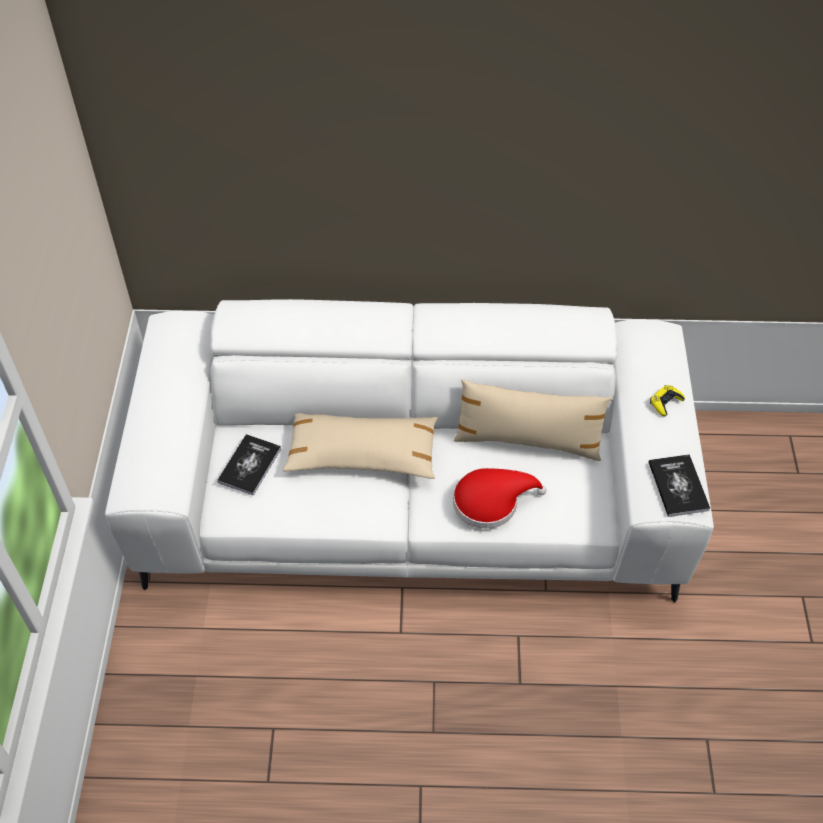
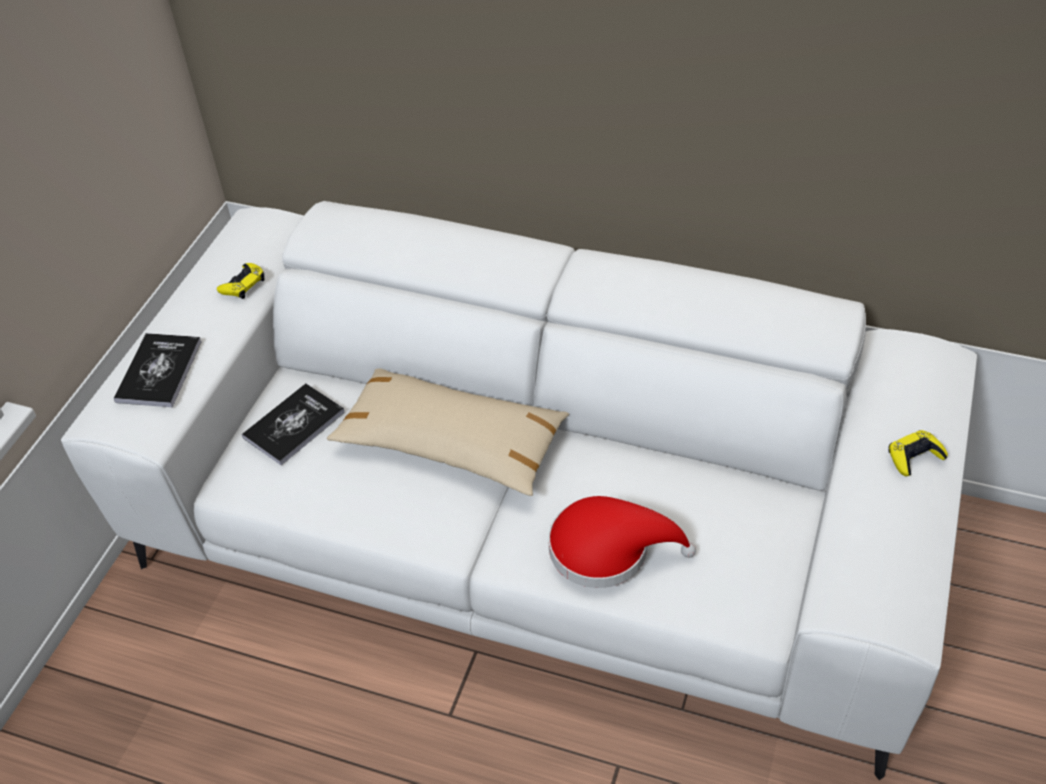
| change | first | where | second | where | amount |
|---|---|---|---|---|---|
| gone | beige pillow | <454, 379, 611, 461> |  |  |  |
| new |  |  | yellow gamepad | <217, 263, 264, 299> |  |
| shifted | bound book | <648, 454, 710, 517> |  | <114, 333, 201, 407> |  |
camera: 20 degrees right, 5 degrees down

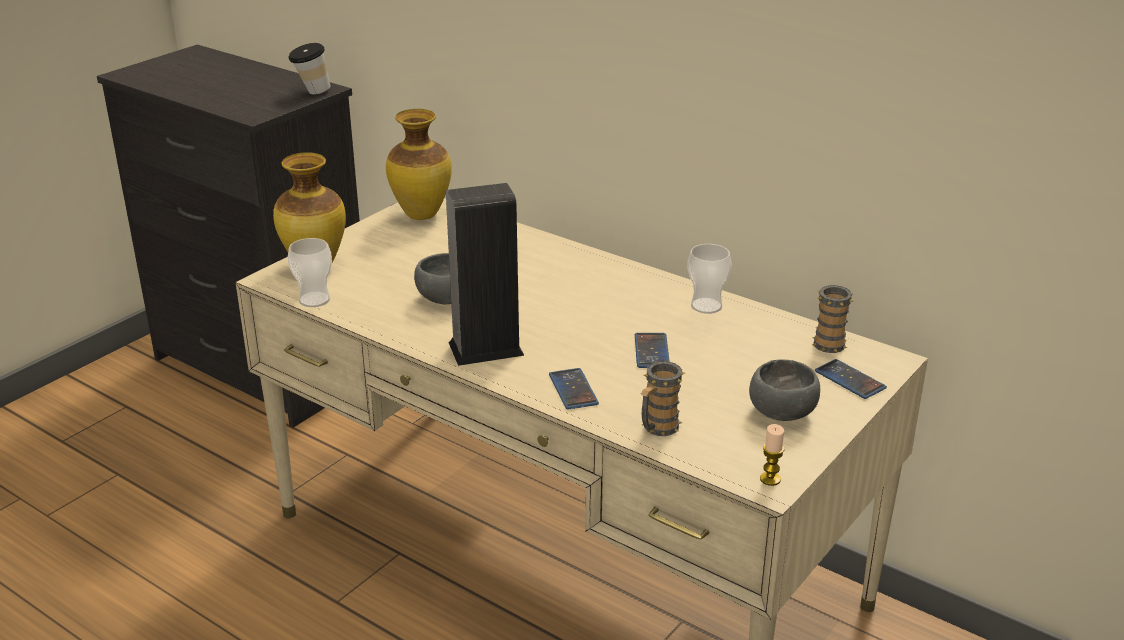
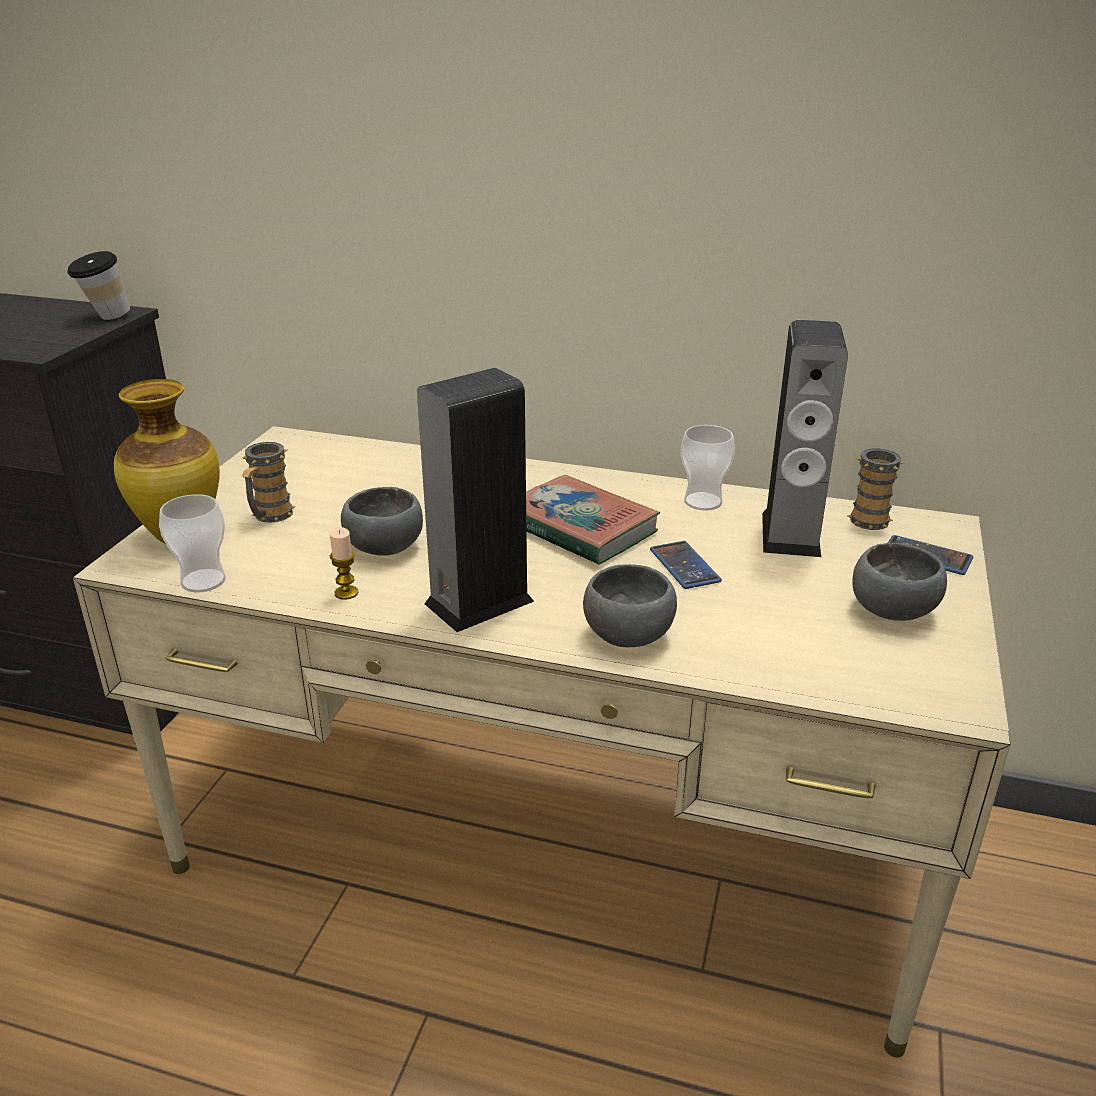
| change | first | where | second | where | amount |
|---|---|---|---|---|---|
| gone | decorative vase | <386, 109, 452, 220> |  |  |  |
| new |  |  | bound book | <526, 475, 660, 565> |  |
| new |  |  | loudspeaker | <762, 320, 848, 557> |  |
| shifted | tea mug | <641, 361, 685, 436> |  | <241, 442, 296, 523> |  |
| shifted | candle | <760, 424, 784, 486> |  | <329, 527, 358, 600> |  |
| swapped | handset | <549, 368, 599, 410> | grey serving bowl | <583, 564, 677, 647> |  |
camera: 20 degrees left, 0 degrees up

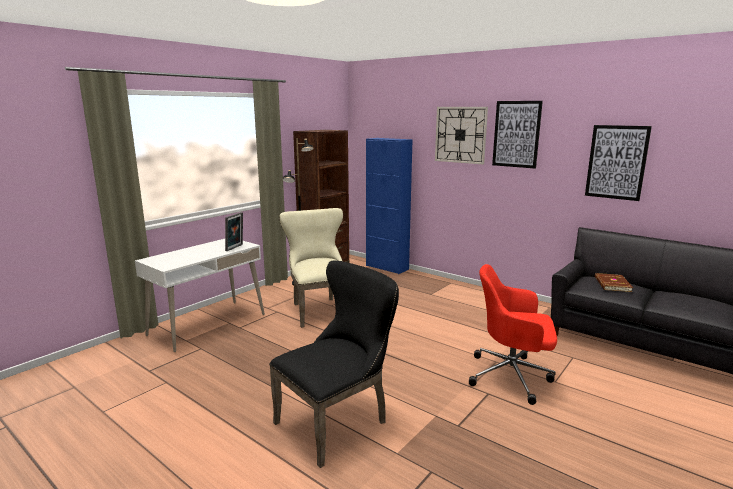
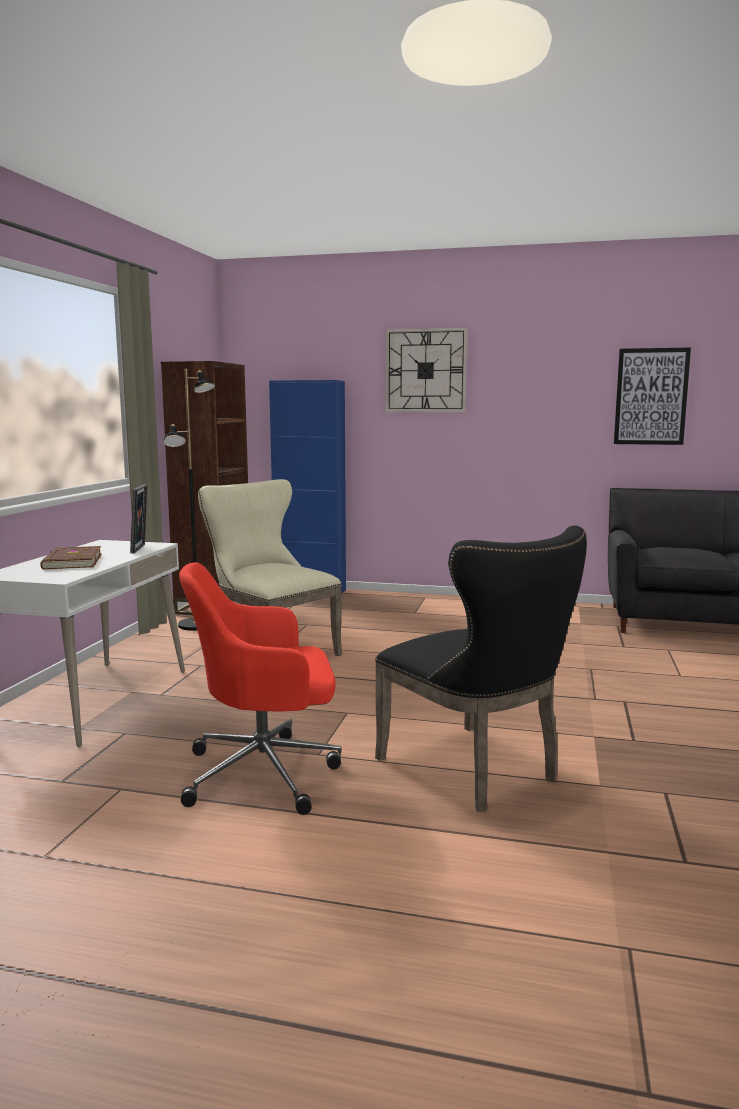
| change | first | where | second | where | amount |
|---|---|---|---|---|---|
| gone | wall picture | <492, 101, 543, 169> |  |  |  |
| shifted | red-coloured office chair | <469, 264, 557, 405> |  | <179, 562, 342, 815> |  |
| shifted | brownish bound book | <595, 273, 633, 292> |  | <40, 546, 102, 569> |  |
| rotated | black-coloured chair | <269, 260, 399, 468> |  | <375, 525, 587, 811> | 120 degrees clockwise |
camera: 25 degrees left, 5 degrees down

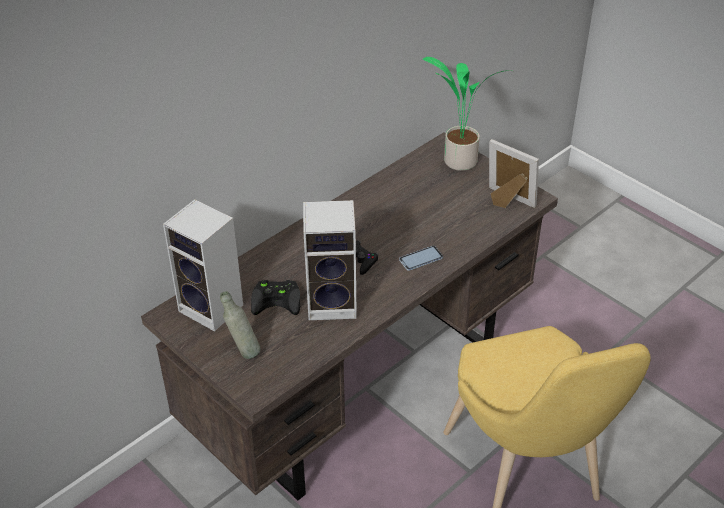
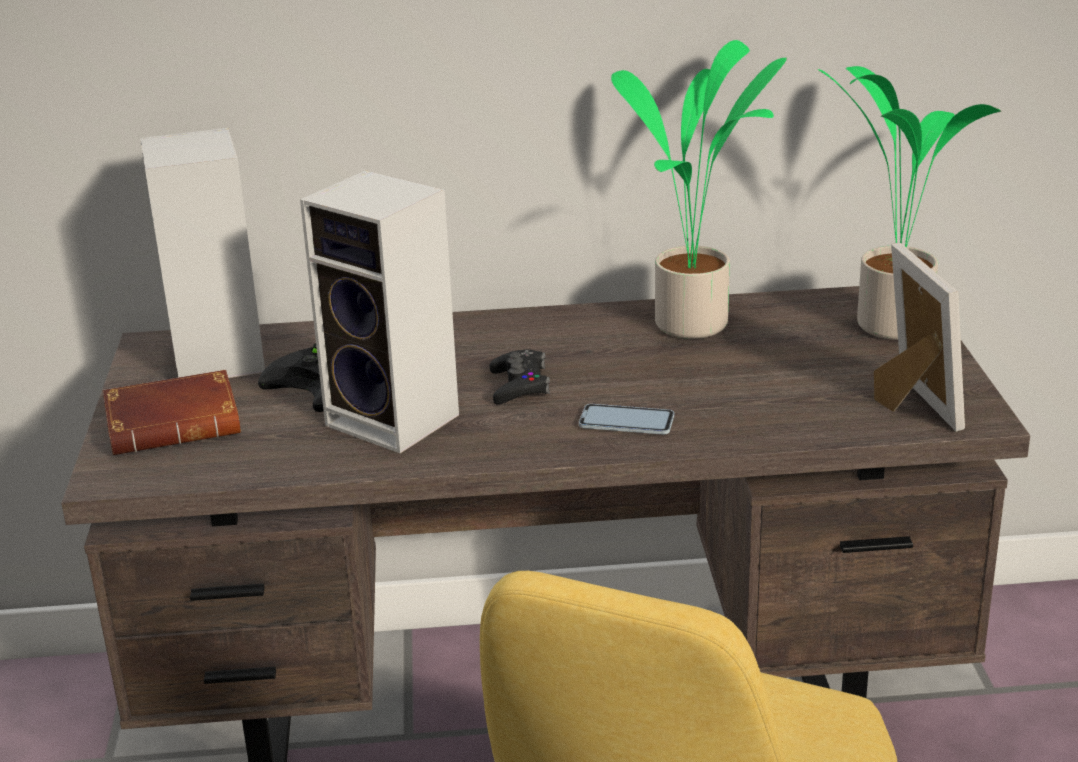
| change | first | where | second | where | amount |
|---|---|---|---|---|---|
| new |  |  | plant in a pot | <611, 40, 787, 339> |  |
| swapped | grey bottle | <220, 291, 260, 359> | brownish bound book | <103, 370, 241, 455> |  |
camera: 40 degrees right, 15 degrees down

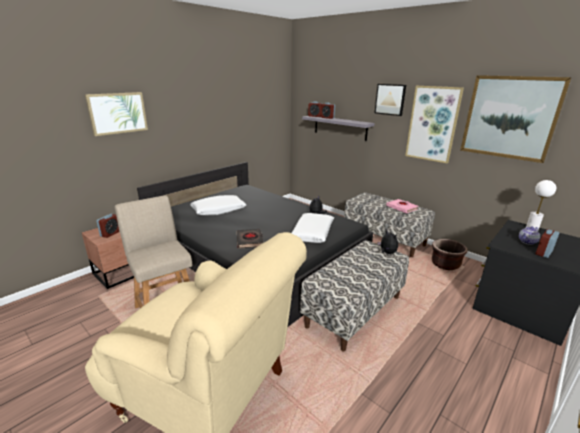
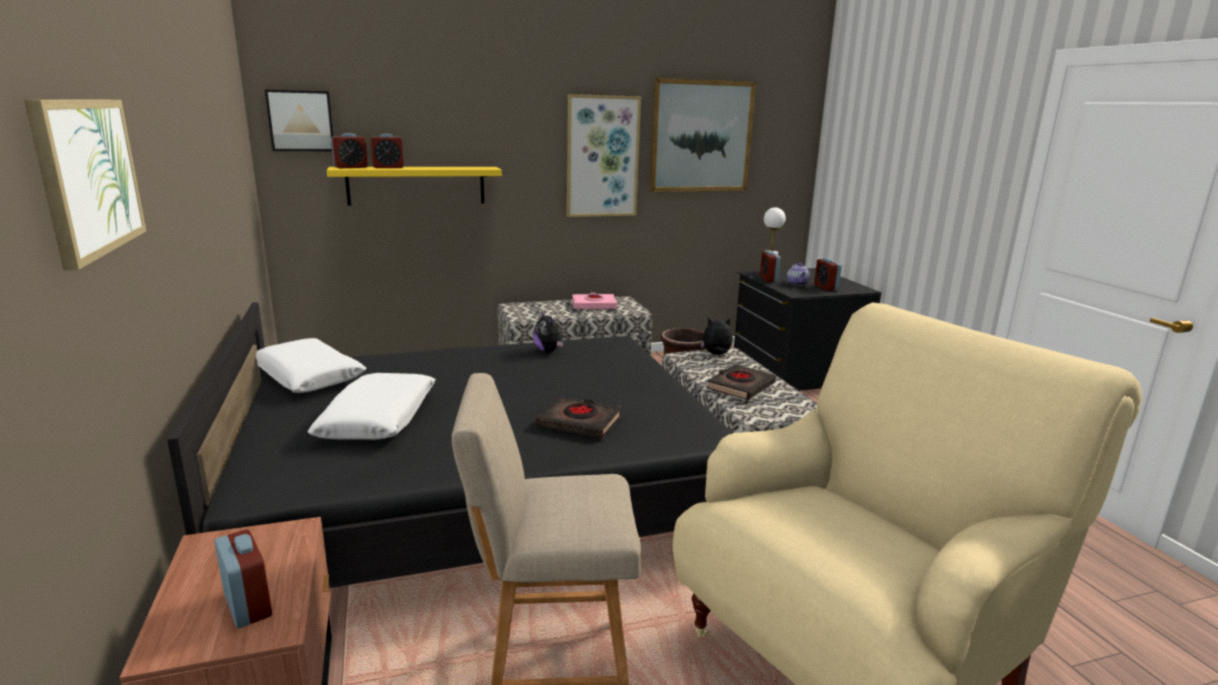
| change | first | where | second | where | amount |
|---|---|---|---|---|---|
| new |  |  | black-coloured bound book | <707, 364, 776, 400> |  |
| new |  |  | table clock | <760, 251, 781, 282> |  |
| shifted | whitish pillow | <291, 213, 334, 243> |  | <256, 338, 366, 393> |  |
| shifted | wall picture | <375, 84, 406, 116> |  | <265, 90, 334, 151> |  |
| repainted | grey wall shelf | <302, 116, 375, 141> | yellow wall shelf | <327, 167, 502, 206> |  |
camera: 60 degrees left, 5 degrees down

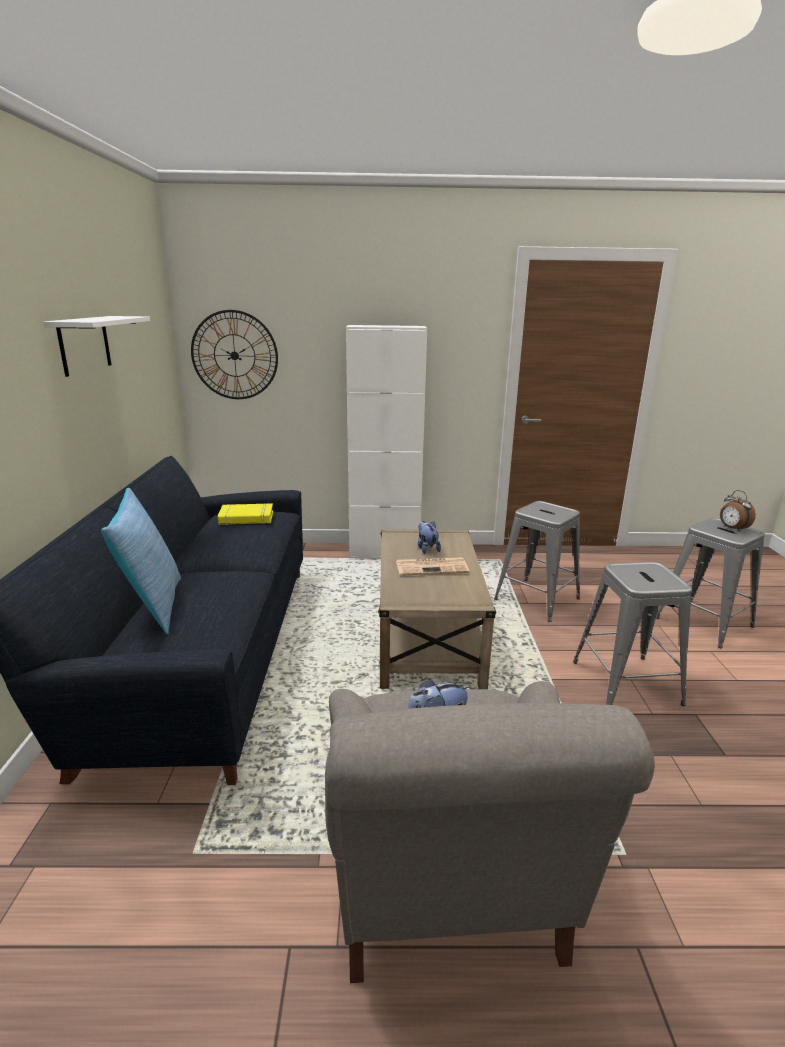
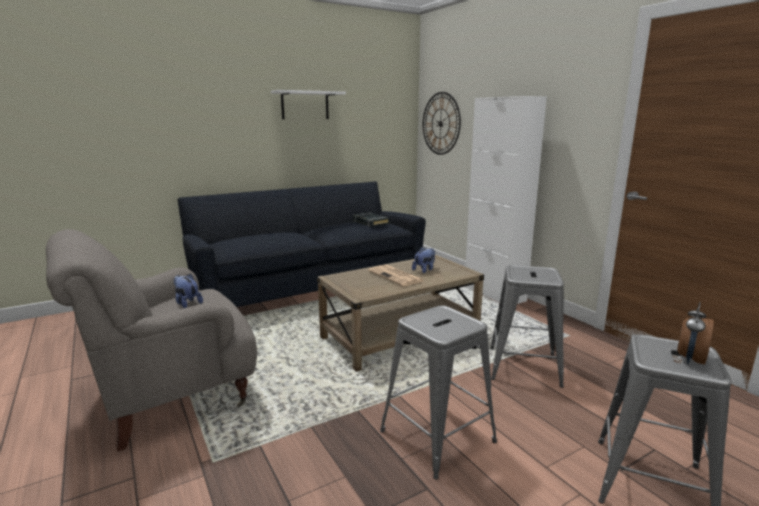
| change | first | where | second | where | amount |
|---|---|---|---|---|---|
| gone | pillow | <101, 488, 181, 634> |  |  |  |
| repainted | yellow bound book | <218, 503, 273, 525> | black-coloured bound book | <353, 212, 389, 227> |  |
camera: 60 degrees right, 5 degrees down

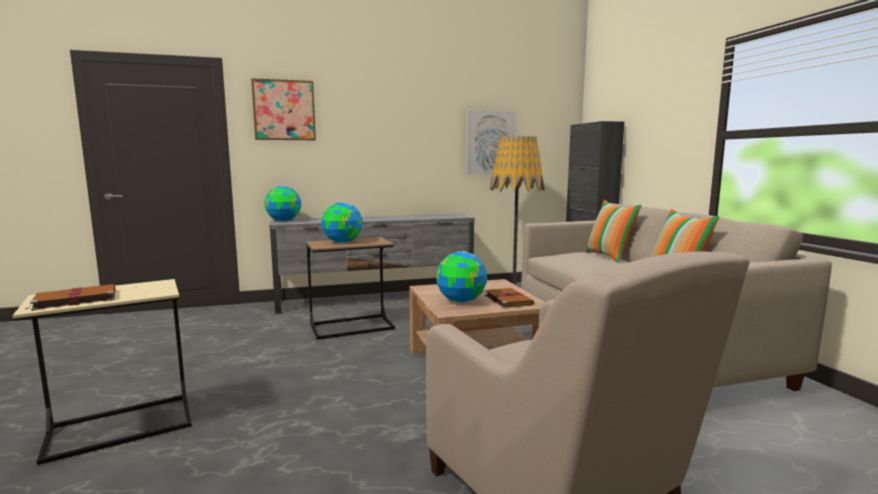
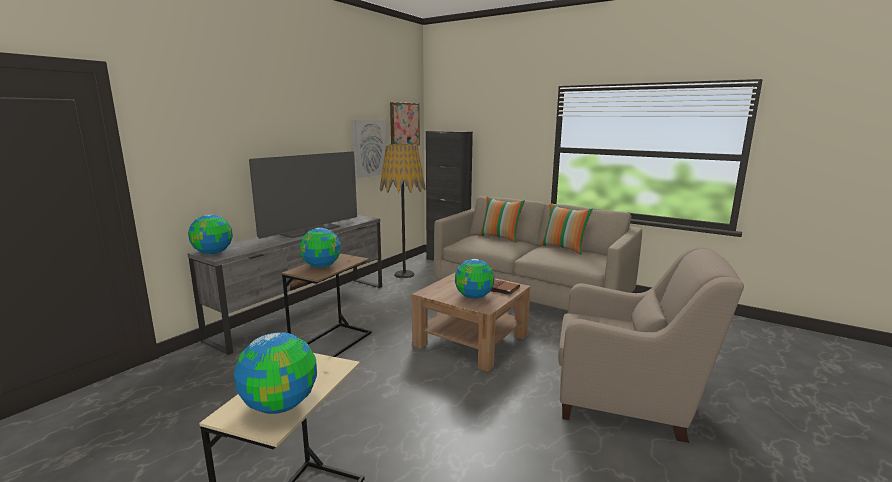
| change | first | where | second | where | amount |
|---|---|---|---|---|---|
| new |  |  | television | <249, 151, 357, 239> |  |
| shifted | wall picture | <251, 78, 316, 140> |  | <390, 102, 420, 146> |  |
| swapped | brownish bound book | <26, 284, 116, 311> | globe | <234, 332, 317, 414> |  |
camera: 40 degrees left, 5 degrees up

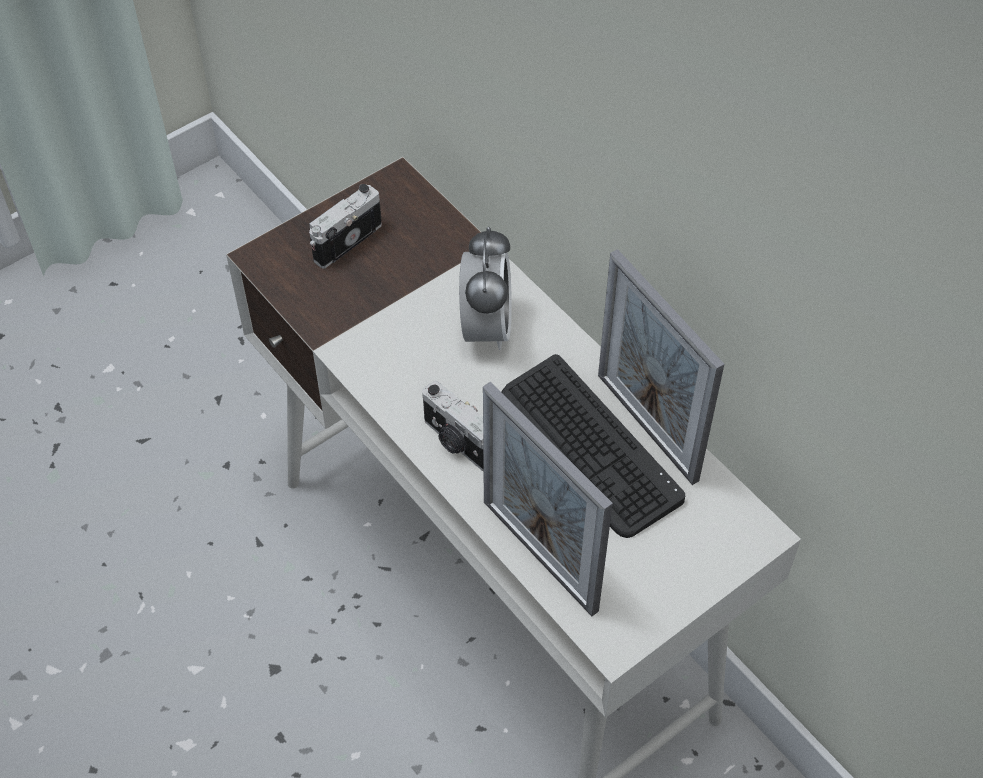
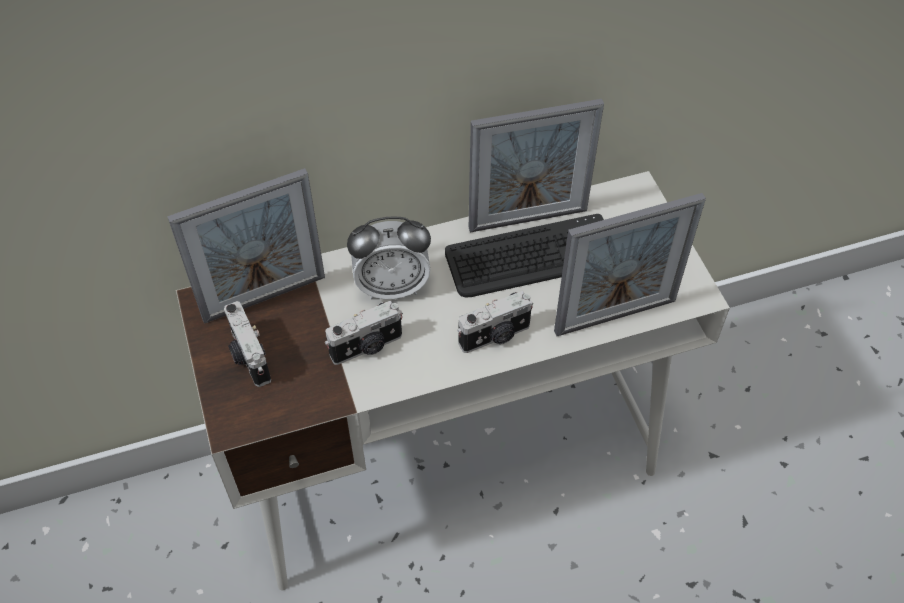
| change | first | where | second | where | amount |
|---|---|---|---|---|---|
| new |  |  | photo frame | <167, 168, 325, 324> |  |
| new |  |  | photo camera | <325, 301, 403, 365> |  |
| rotated | table clock | <459, 226, 512, 350> |  | <347, 217, 431, 299> | 150 degrees clockwise |
camera: 70 degrees left, 0 degrees up

